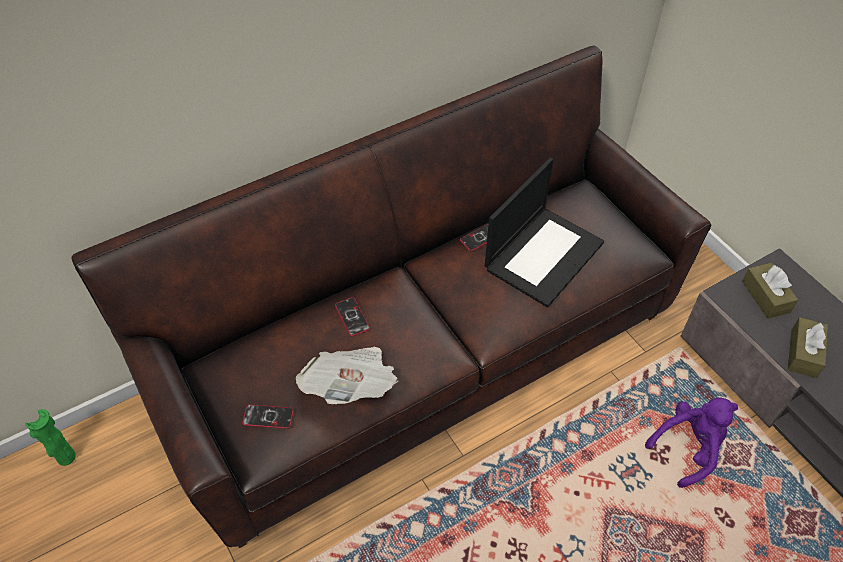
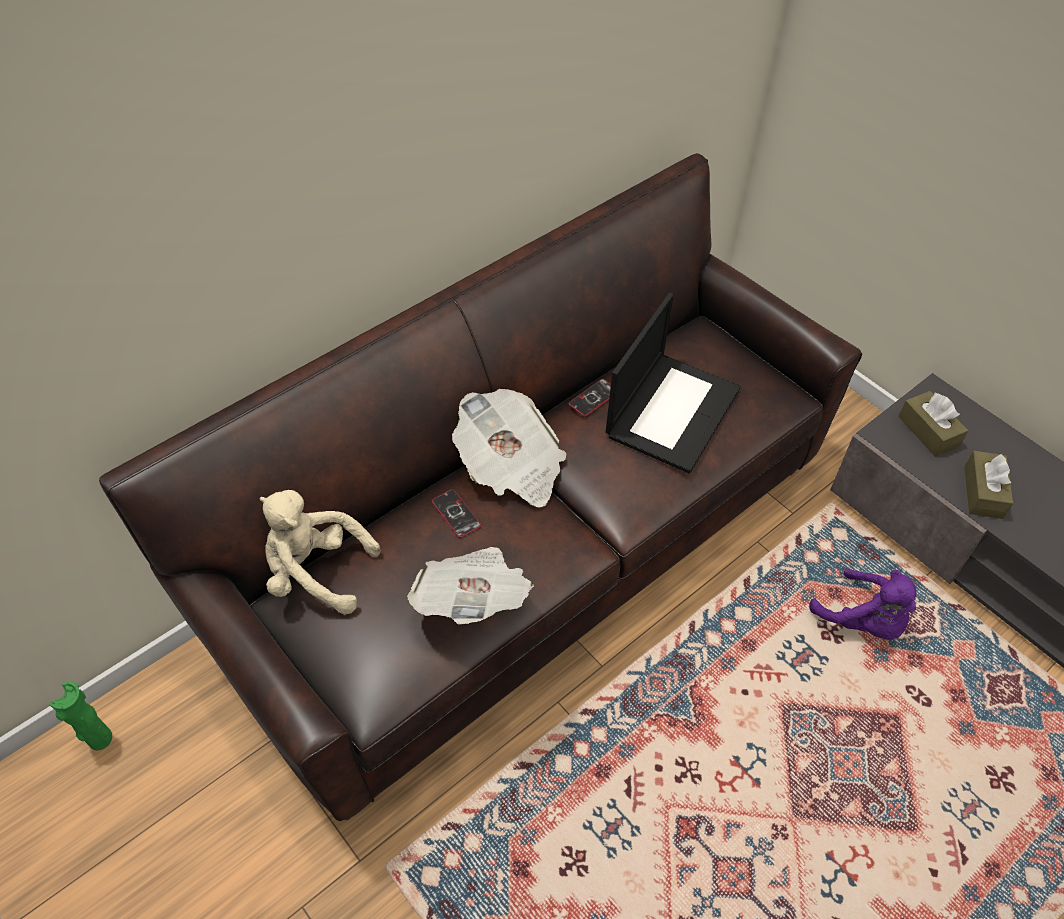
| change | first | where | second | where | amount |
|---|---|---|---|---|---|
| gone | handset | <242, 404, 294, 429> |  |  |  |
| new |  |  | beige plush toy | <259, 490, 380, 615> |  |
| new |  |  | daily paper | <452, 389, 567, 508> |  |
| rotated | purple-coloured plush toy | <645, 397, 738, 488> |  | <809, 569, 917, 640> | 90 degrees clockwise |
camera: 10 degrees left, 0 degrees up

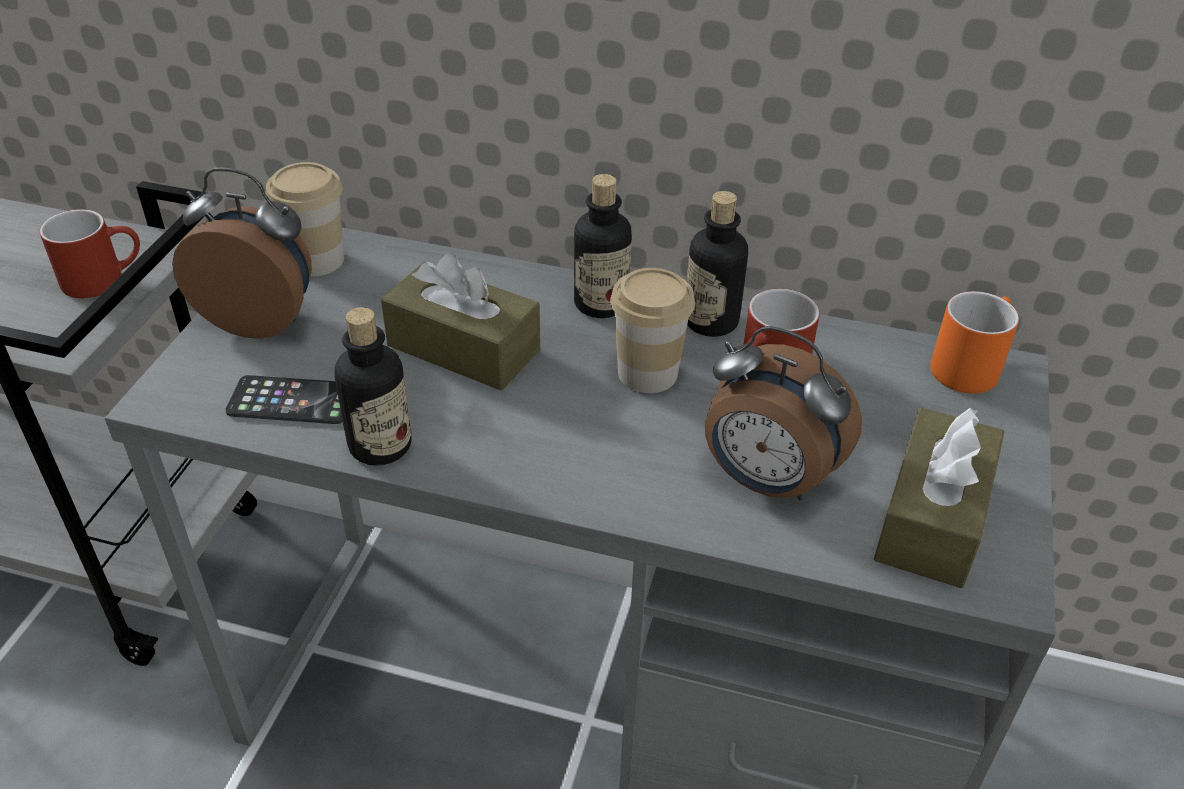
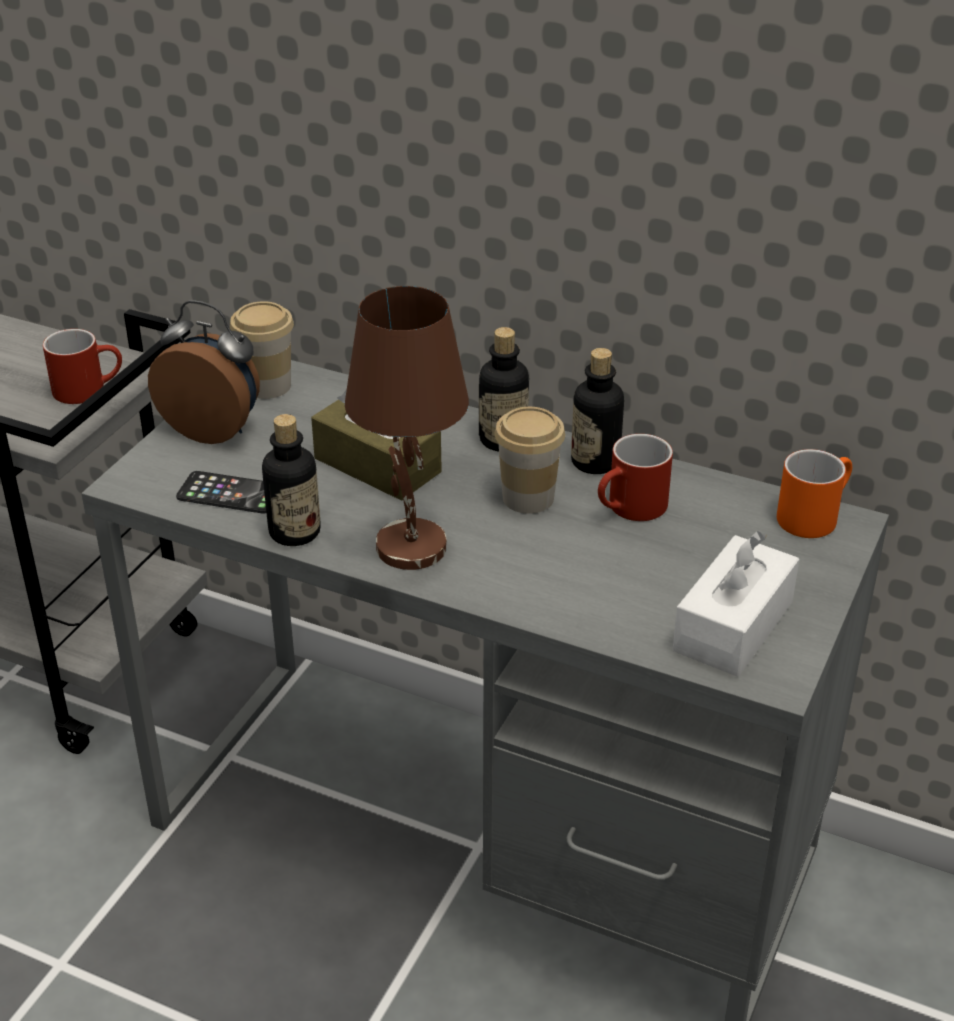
| change | first | where | second | where | amount |
|---|---|---|---|---|---|
| gone | table clock | <705, 326, 862, 500> |  |  |  |
| new |  |  | brownish lamp for a table | <345, 286, 469, 570> |  |
| repainted | brownish tissue holder | <874, 407, 1004, 588> | whitish tissue holder | <673, 531, 799, 677> |  |
camera: 10 degrees right, 5 degrees down

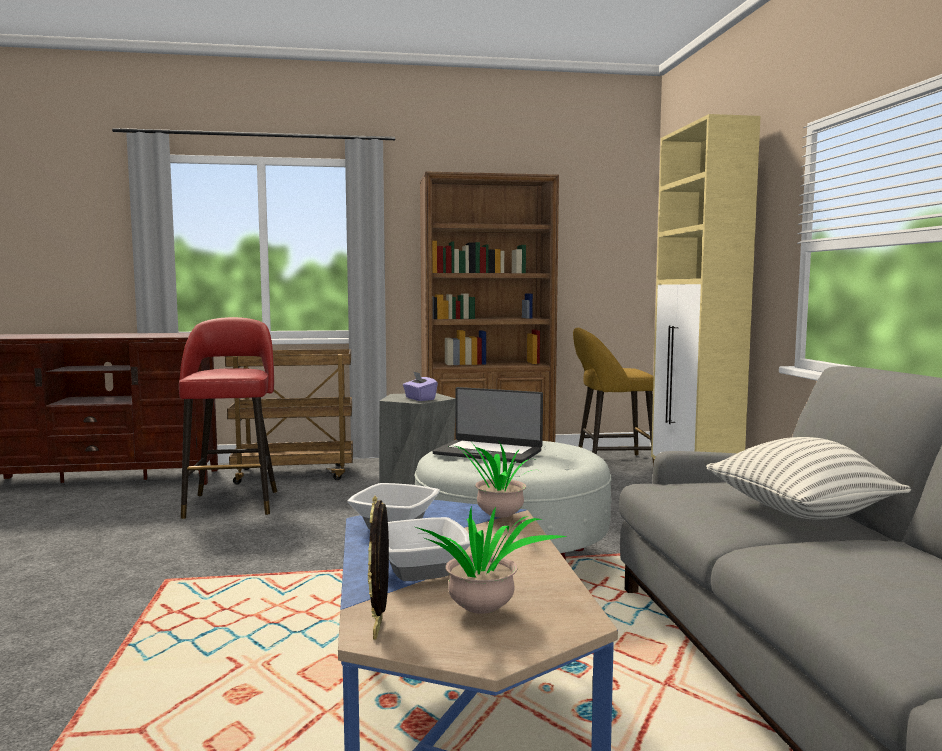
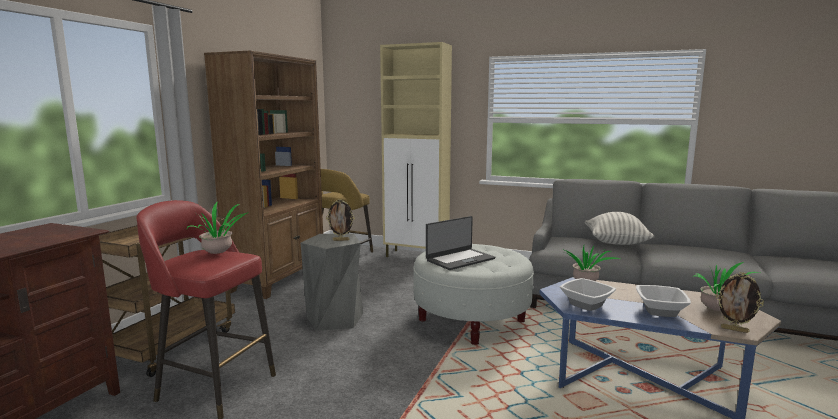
| change | first | where | second | where | amount |
|---|---|---|---|---|---|
| new |  |  | plant in a pot | <187, 201, 247, 254> |  |
| swapped | purple-coloured tissue holder | <403, 371, 438, 401> | photo frame | <326, 199, 354, 241> |  |
camera: 60 degrees left, 5 degrees up

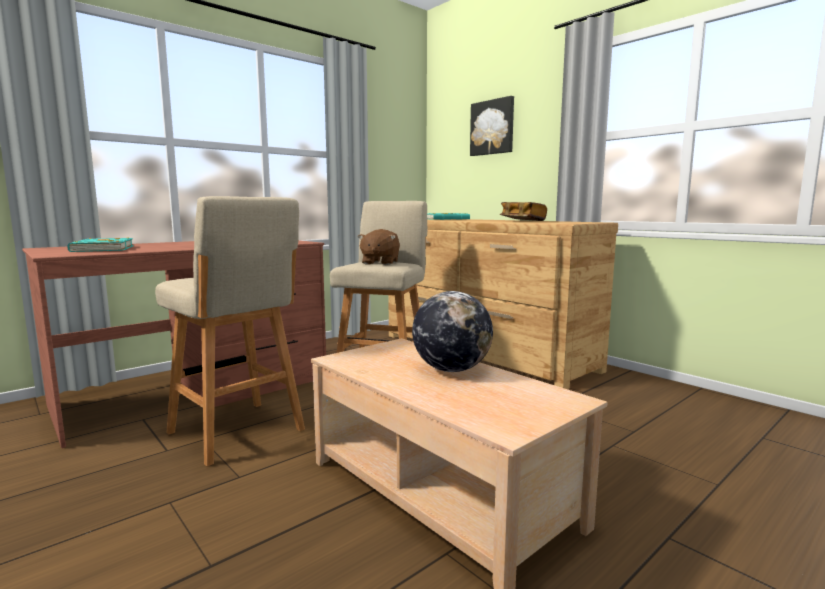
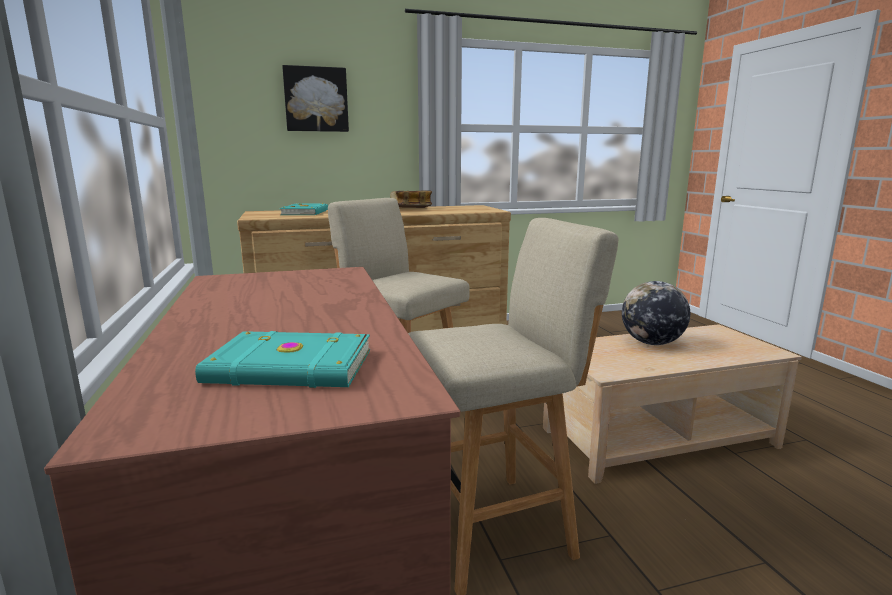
| change | first | where | second | where | amount |
|---|---|---|---|---|---|
| gone | brownish plush toy | <358, 229, 400, 265> |  |  |  |
camera: 65 degrees left, 5 degrees up

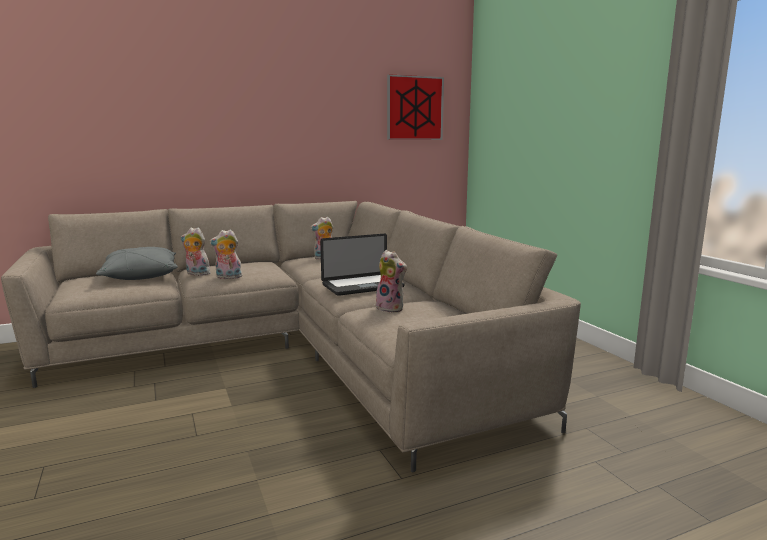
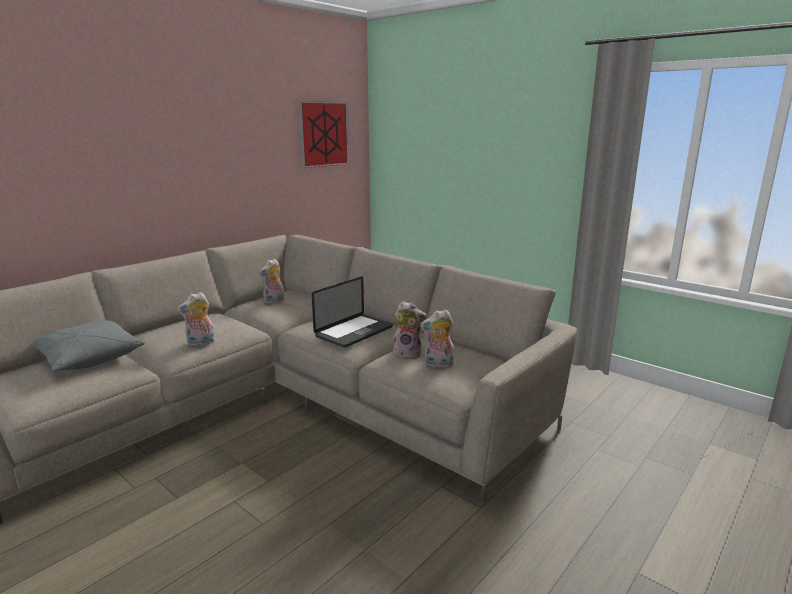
| change | first | where | second | where | amount |
|---|---|---|---|---|---|
| shifted | plush toy | <181, 228, 211, 276> |  | <420, 309, 454, 369> |  |
camera: 25 degrees left, 5 degrees up

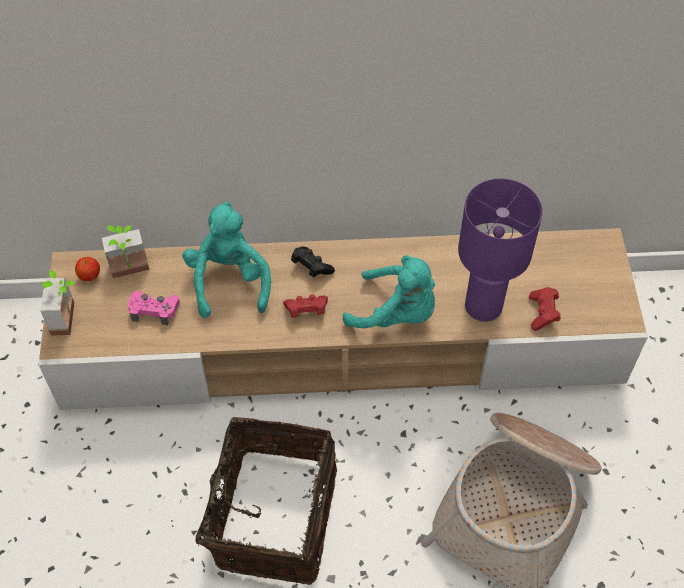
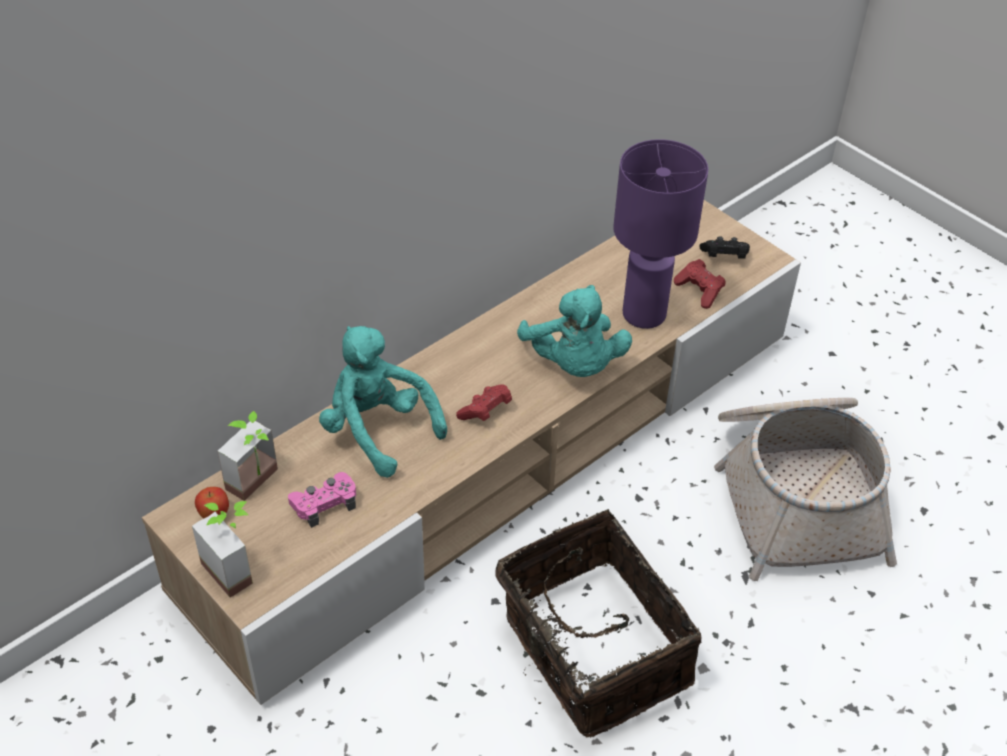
| change | first | where | second | where | amount |
|---|---|---|---|---|---|
| shifted | black-coloured gamepad | <291, 246, 335, 277> |  | <700, 236, 750, 258> |  |
| rotated | turquoise-coloured plush toy | <343, 255, 435, 328> |  | <517, 285, 632, 377> | 90 degrees clockwise |
camera: 40 degrees left, 10 degrees down

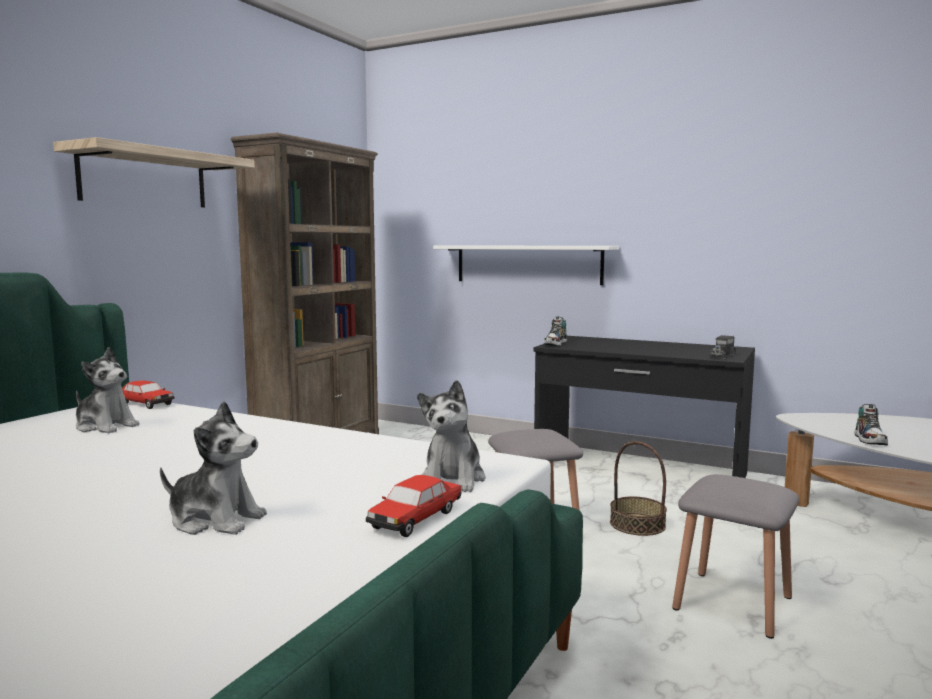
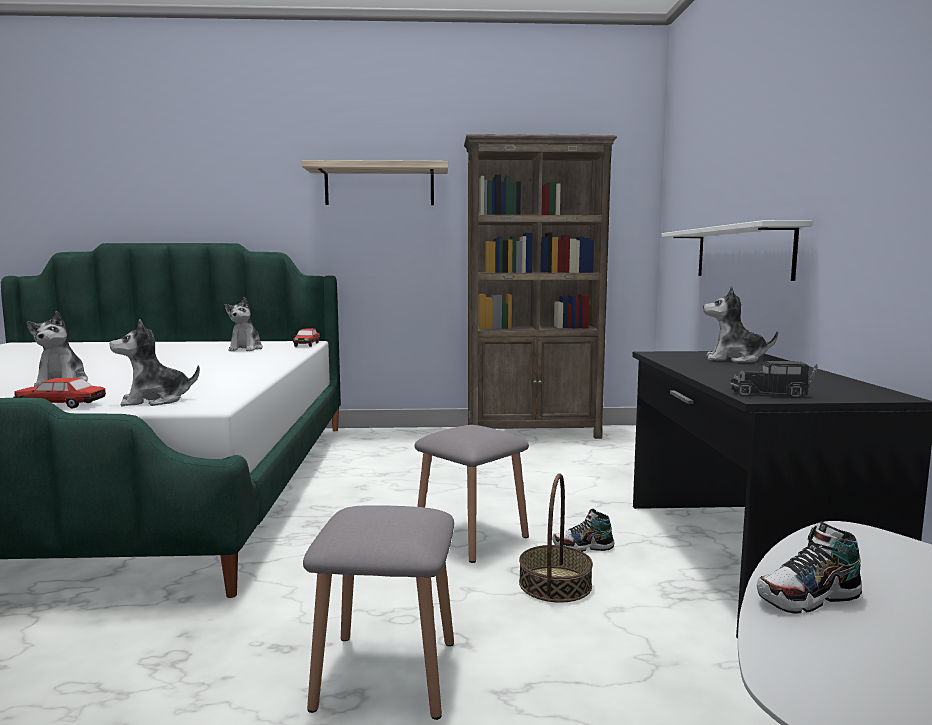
| change | first | where | second | where | amount |
|---|---|---|---|---|---|
| new |  |  | plush toy | <703, 286, 778, 363> |  |
| shifted | item of footwear | <544, 317, 567, 346> |  | <552, 509, 615, 552> |  |
camera: 60 degrees right, 0 degrees up

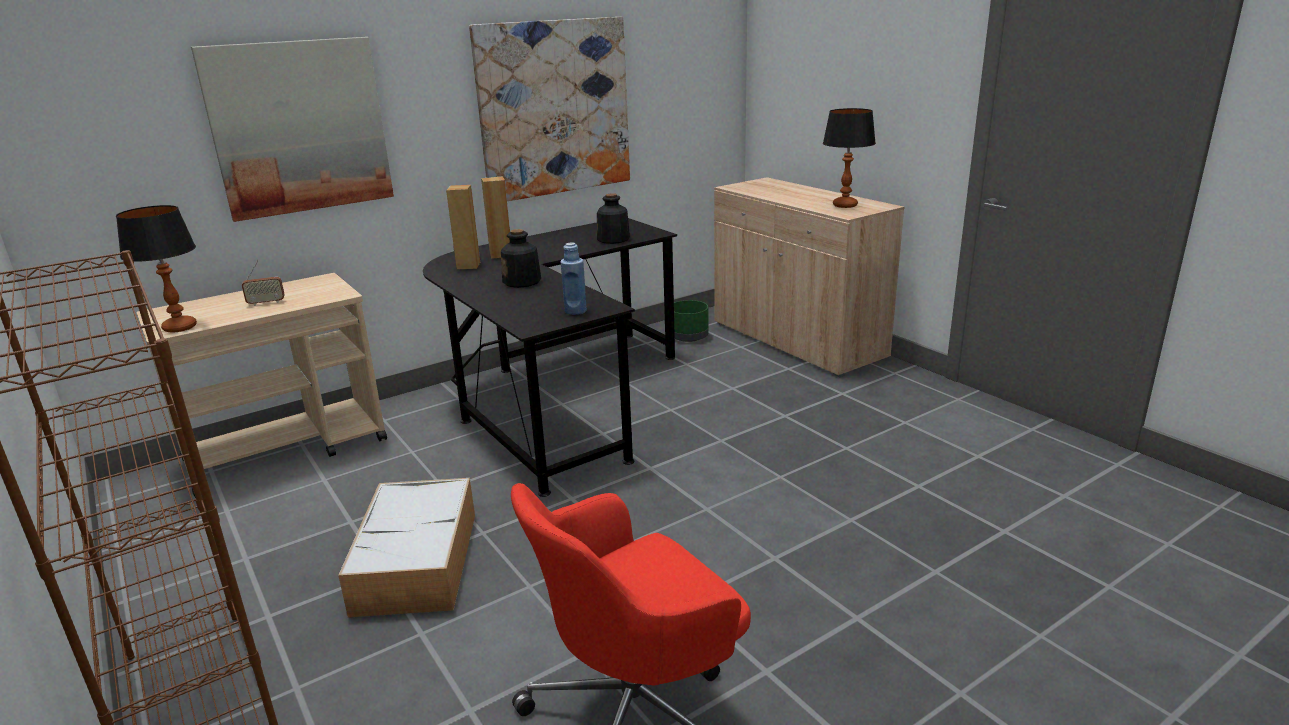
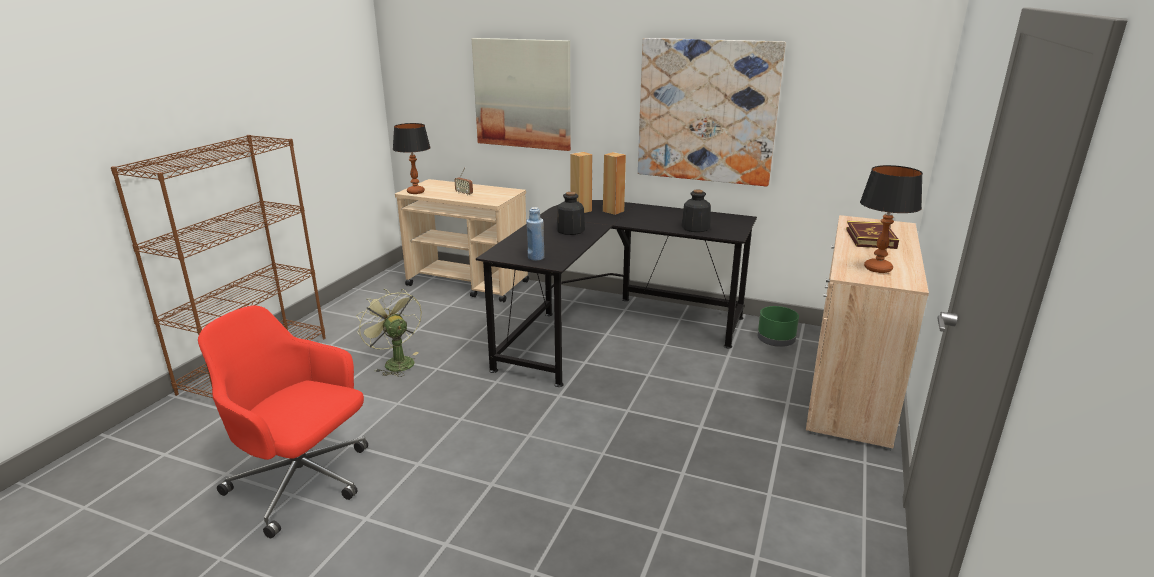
| change | first | where | second | where | amount |
|---|---|---|---|---|---|
| new |  |  | bound book | <846, 221, 899, 249> |  |
| swapped | storage bin | <338, 478, 475, 618> | greenish fan | <356, 289, 422, 377> |  |
camera: 55 degrees right, 0 degrees up

